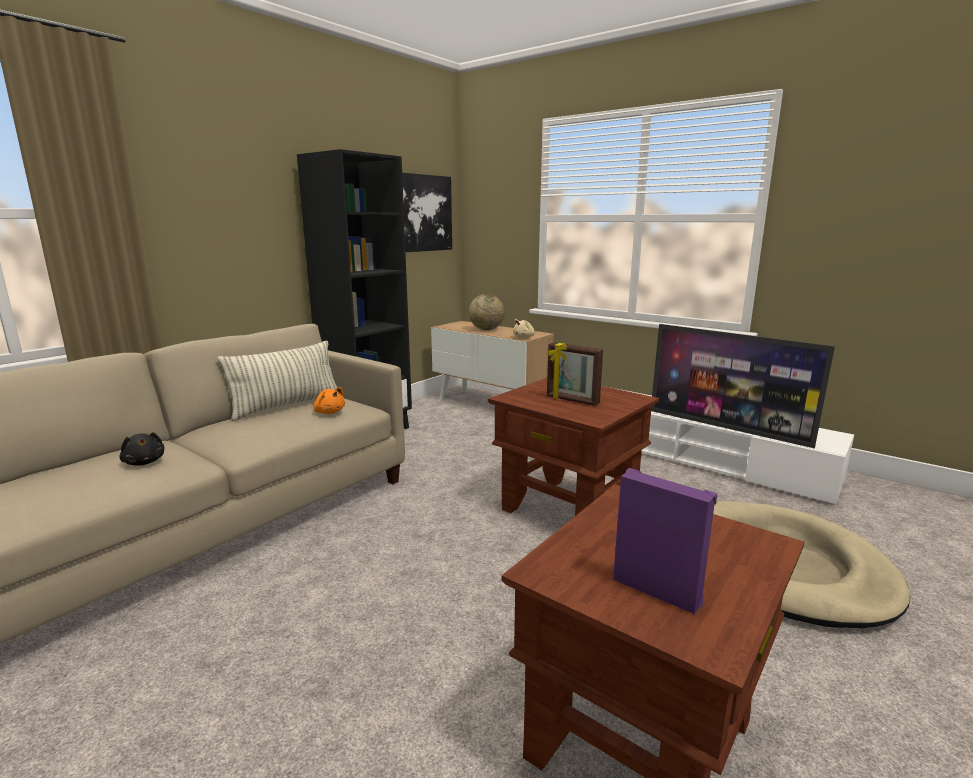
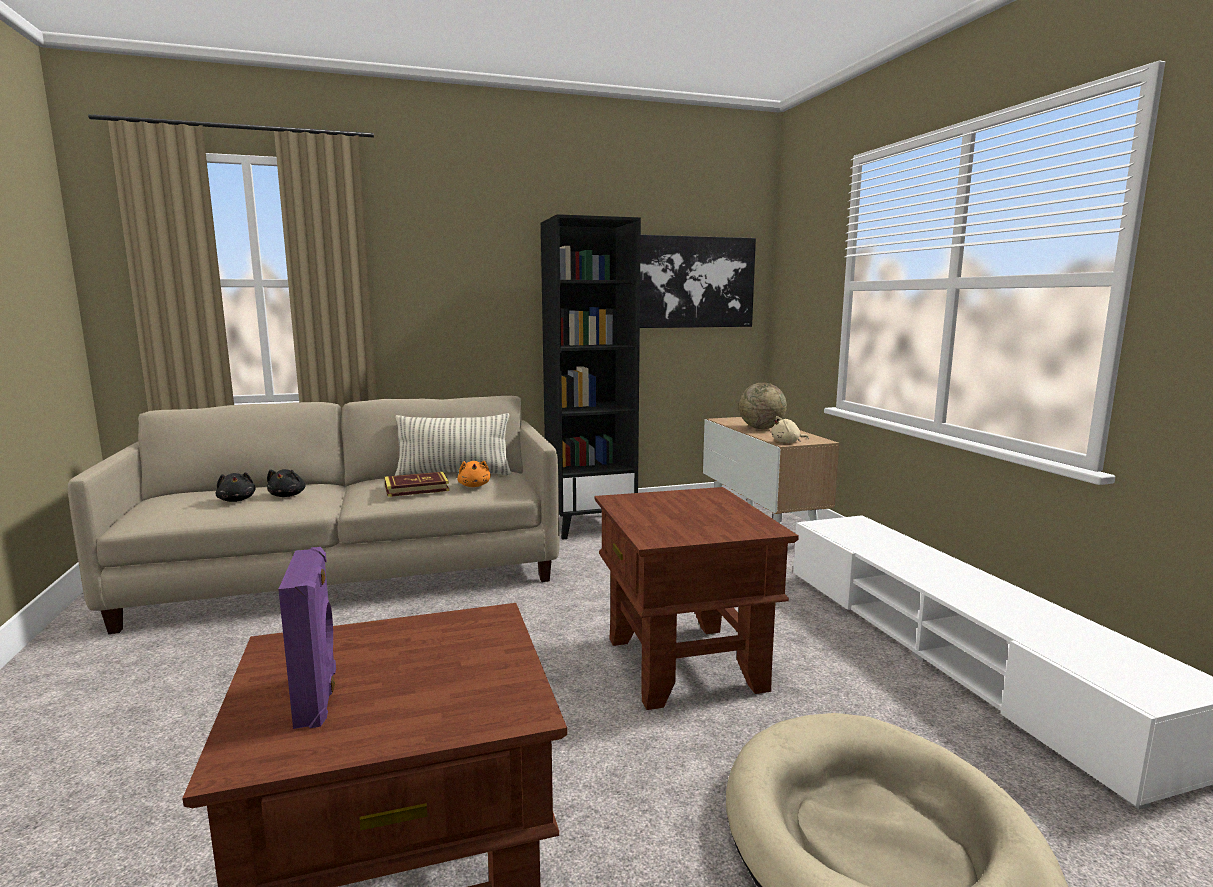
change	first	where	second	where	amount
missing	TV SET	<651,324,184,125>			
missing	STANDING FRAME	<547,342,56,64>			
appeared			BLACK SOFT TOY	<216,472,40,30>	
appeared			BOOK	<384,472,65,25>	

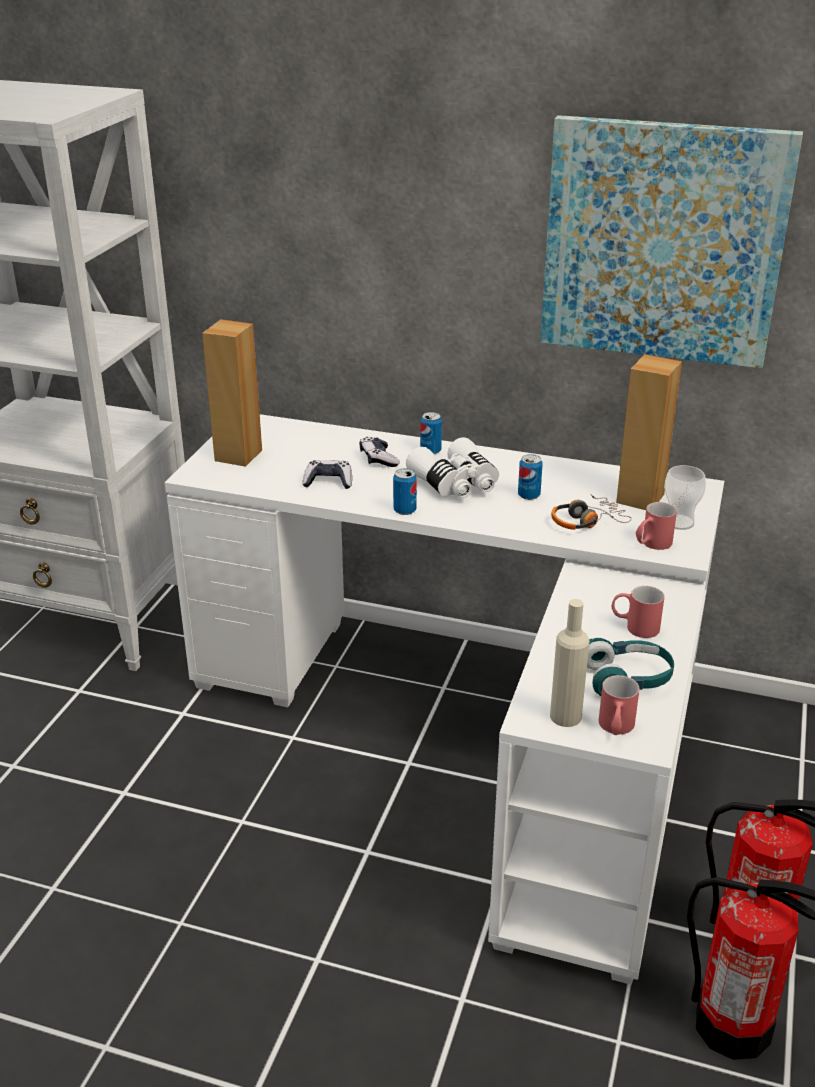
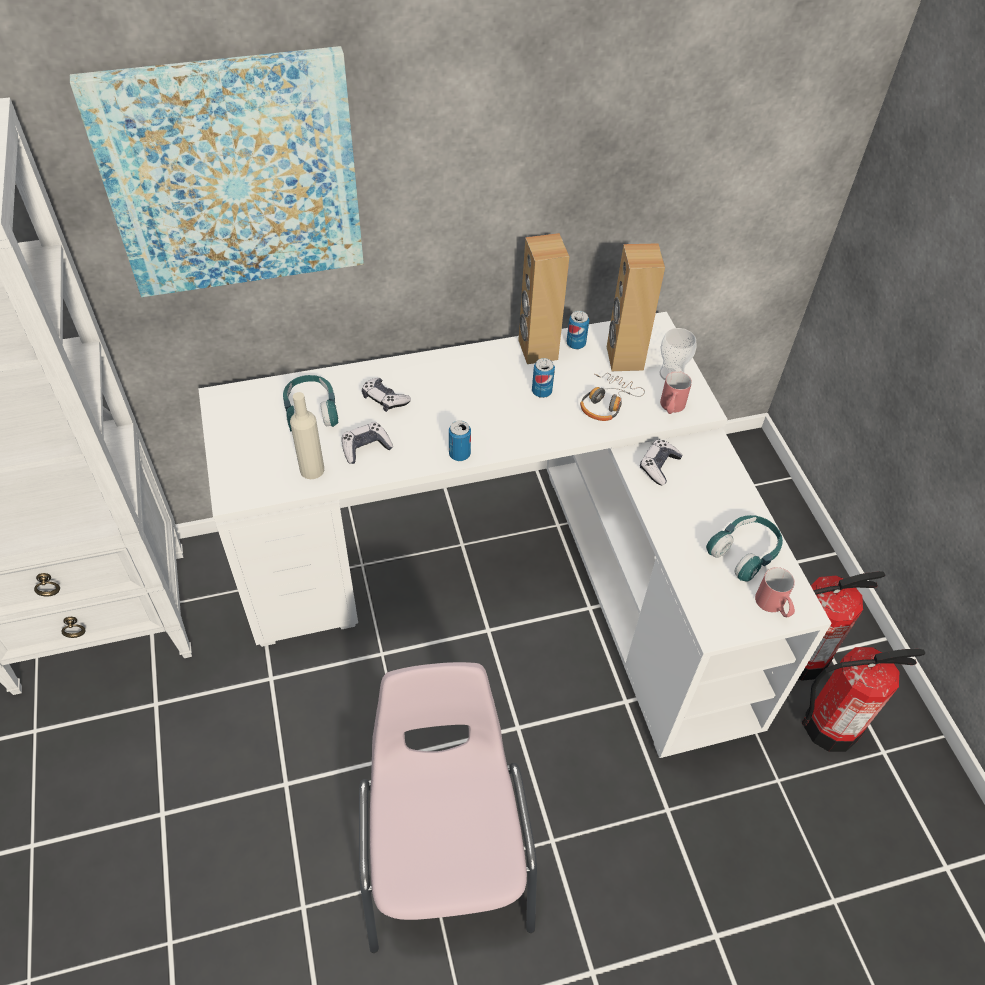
change	first	where	second	where	amount
relocated	WALL ART	<540,115,263,253>		<70,46,294,251>	
relocated	BROWN-COLOURED LOUDSPEAKER	<202,319,60,148>		<518,233,52,131>	
relocated	METAL CAN	<420,412,22,42>		<566,311,23,38>	
missing	WHITE-COLOURED FIELD GLASSES	<406,437,93,61>			
missing	RED-COLOURED TEA MUG	<612,586,53,52>			
relocated	SAND-COLOURED BEVERAGE BOTTLE	<550,599,39,128>		<290,392,34,87>	
appeared			TURQUOISE HEADPHONES	<283,375,56,57>	
appeared			JOYPAD	<640,440,43,45>	
appeared			PINK PLAIN CHAIR	<359,662,178,291>	

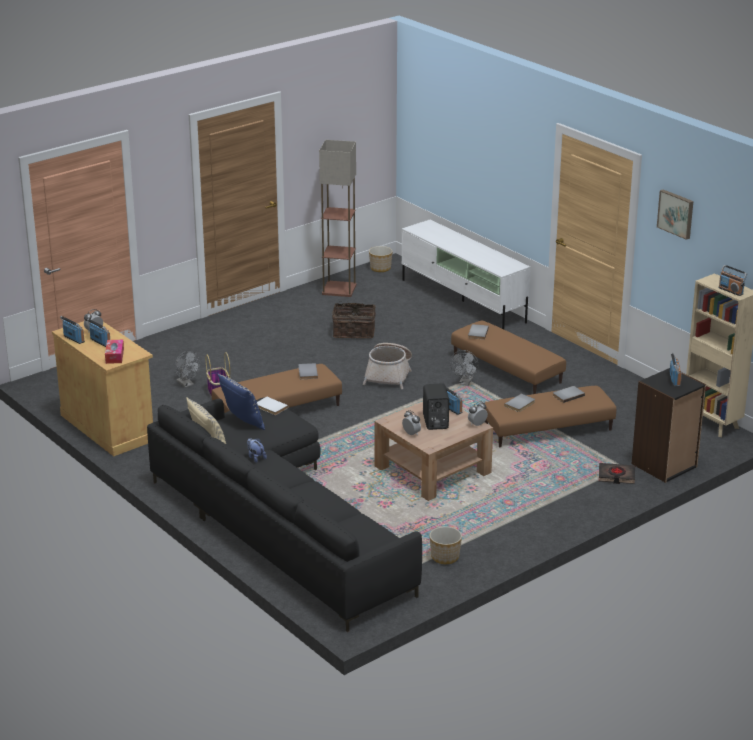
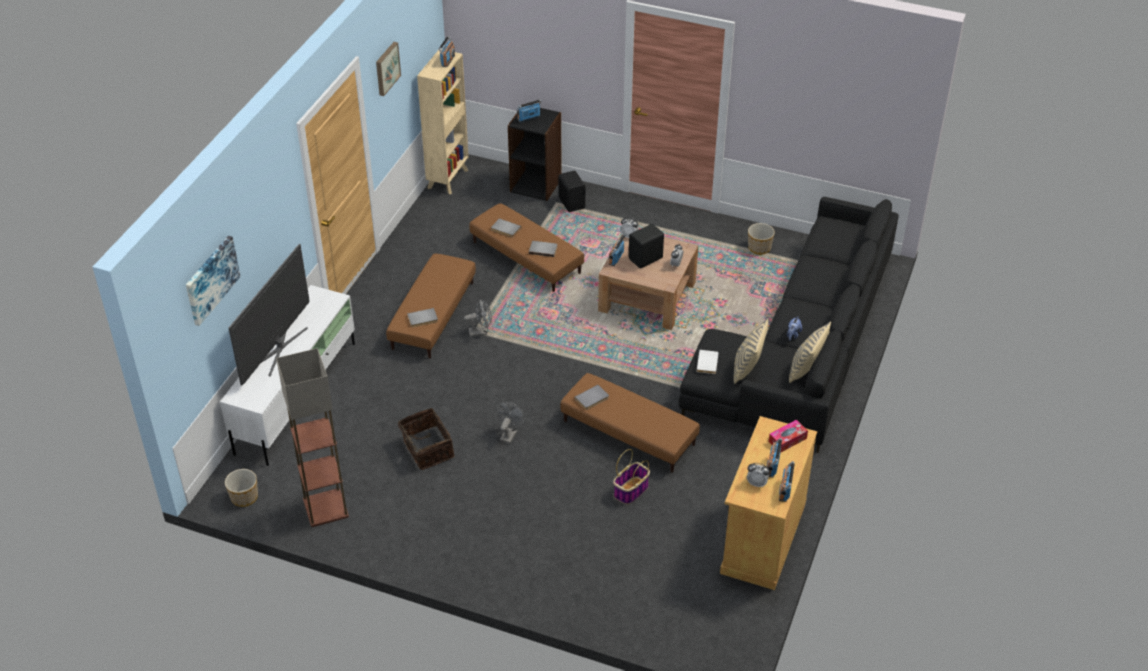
change	first	where	second	where	amount
missing	BASKET	<363,343,49,46>			
relocated	GRAY FAN	<175,351,25,37>		<496,402,30,42>	
colour	BLUE CUSHION	<217,373,48,57>	SAND-COLOURED CUSHION	<734,318,35,66>	
exchanged	BLACK BOOK	<599,463,36,21>	BLACK LOUDSPEAKER	<559,171,26,41>	
appeared			WALL ART	<186,236,54,90>	
appeared			TV SET	<228,244,82,141>	

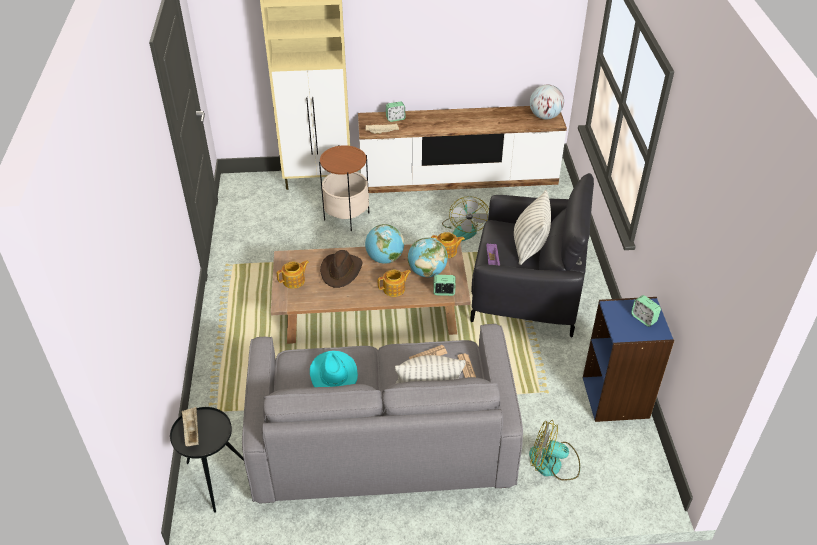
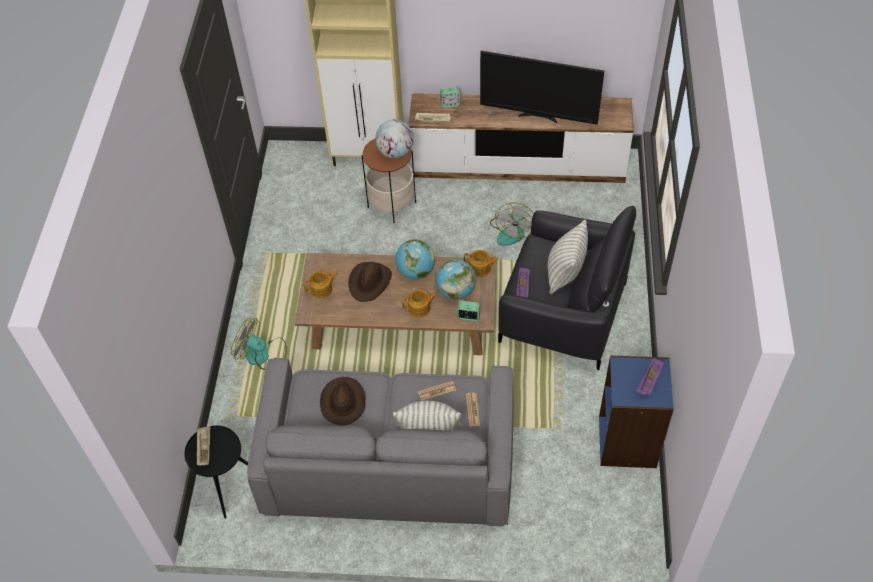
change	first	where	second	where	amount
relocated	DESK GLOBE	<530,85,34,34>		<375,120,39,38>	
exchanged	ALARM CLOCK	<631,295,30,32>	PURPLISH TRAY	<636,358,28,37>	
colour	TURQUOISE HAT	<310,351,48,36>	BROWN-COLOURED HAT	<320,377,45,49>	
relocated	FAN	<529,420,51,61>		<231,318,56,52>	
appeared			TV SET	<480,51,124,74>	

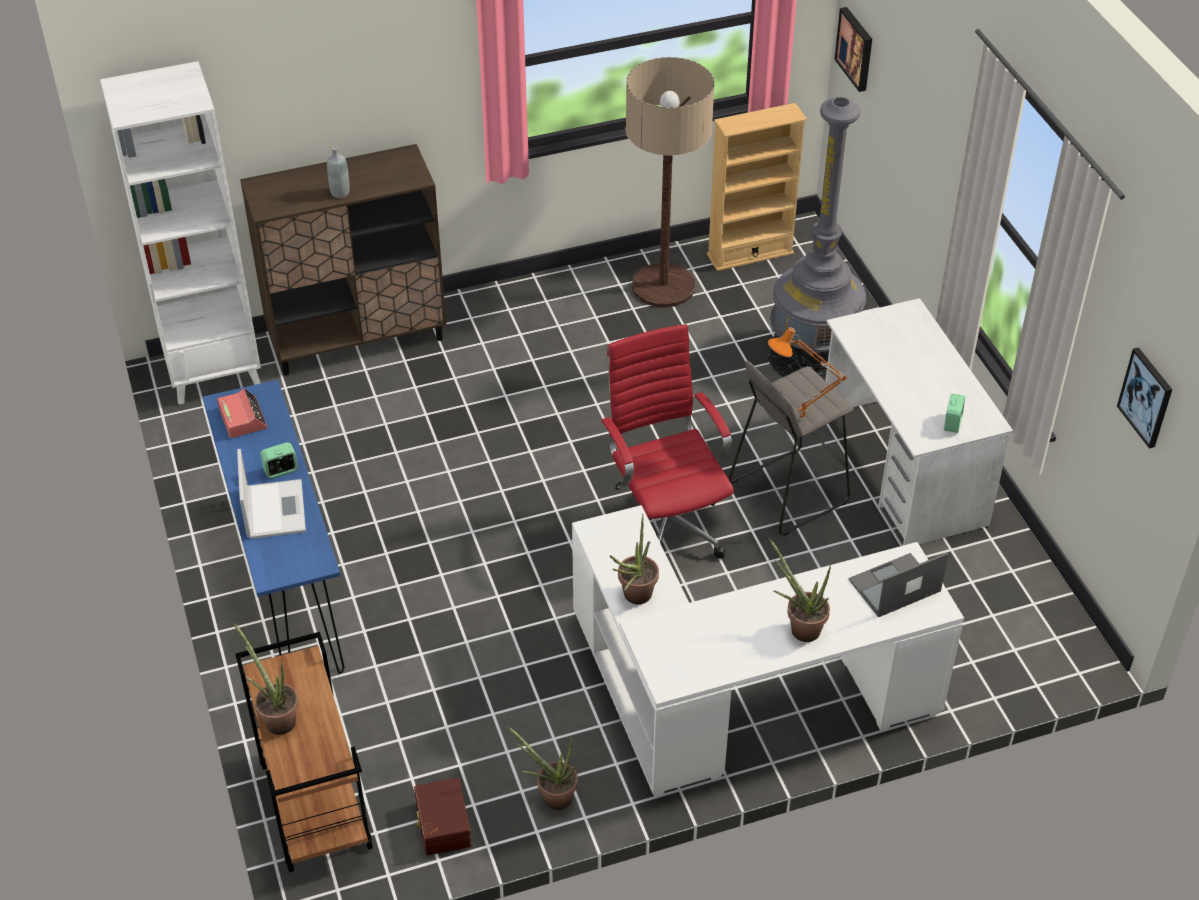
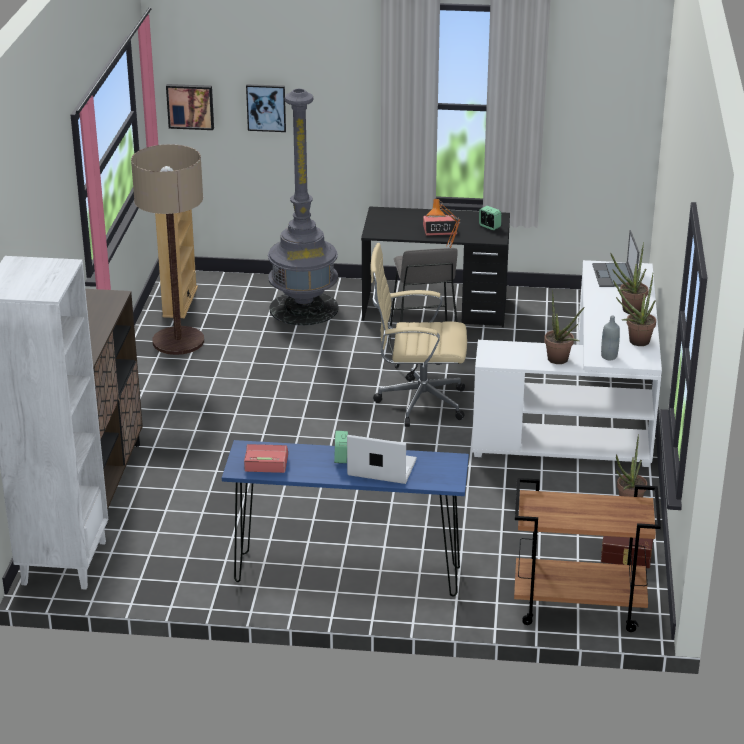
change	first	where	second	where	amount
relocated	GRAY BEVERAGE BOTTLE	<327,147,23,51>		<601,315,19,45>	
colour	WHITE-COLOURED DESK	<826,298,187,247>	BLACK DESK	<361,206,149,122>	
colour	RED-COLOURED COMPUTER CHAIR	<601,324,133,235>	SAND-COLOURED COMPUTER CHAIR	<371,243,96,184>	
relocated	WALL ART	<1117,347,55,101>		<246,84,40,48>	
relocated	PLANT IN A POT	<233,623,66,112>		<613,274,43,72>	
appeared			ALARM CLOCK	<423,215,34,21>	

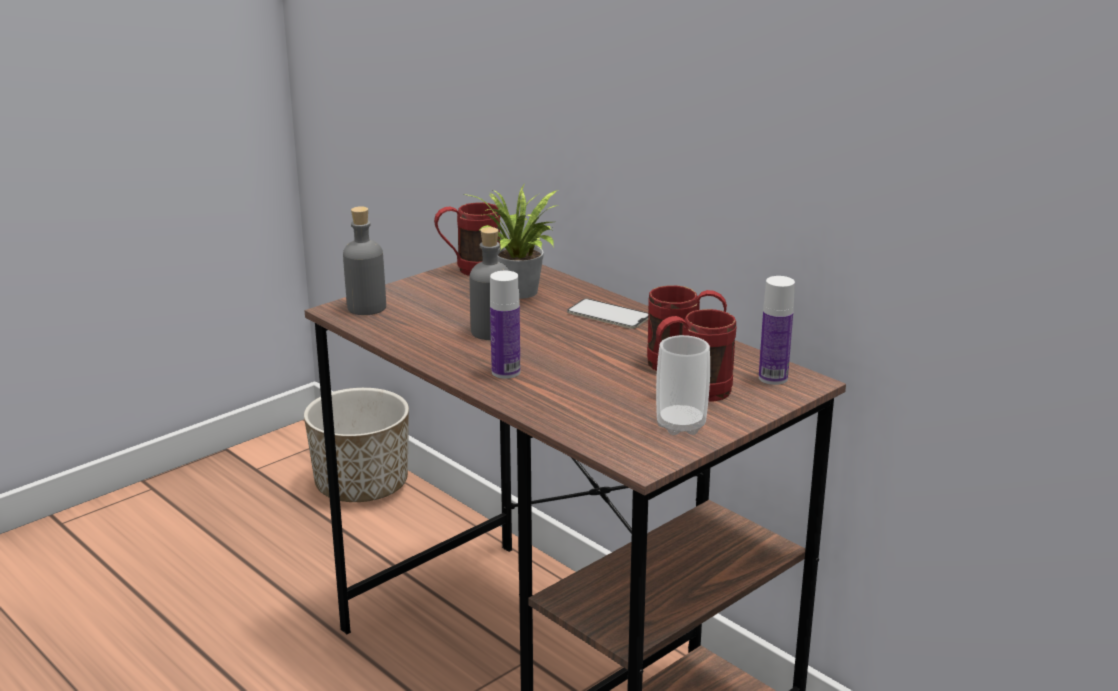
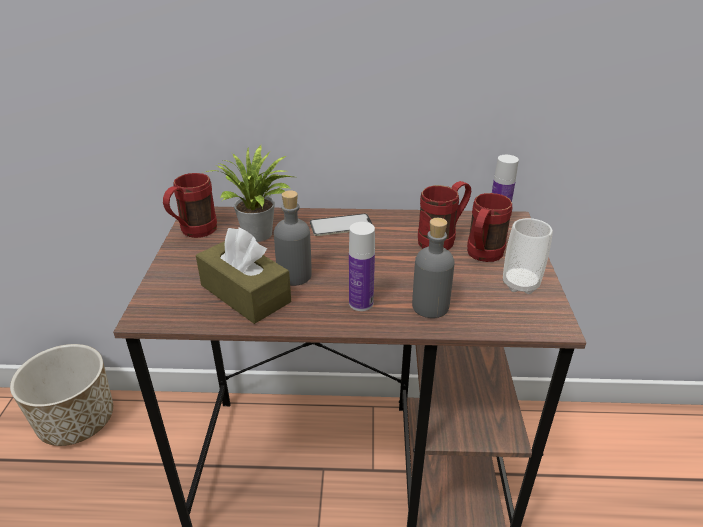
change	first	where	second	where	amount
relocated	GRAY BEVERAGE BOTTLE	<343,206,43,109>		<412,218,43,100>	
appeared			BROWN-COLOURED TISSUE BOX	<196,228,95,96>	

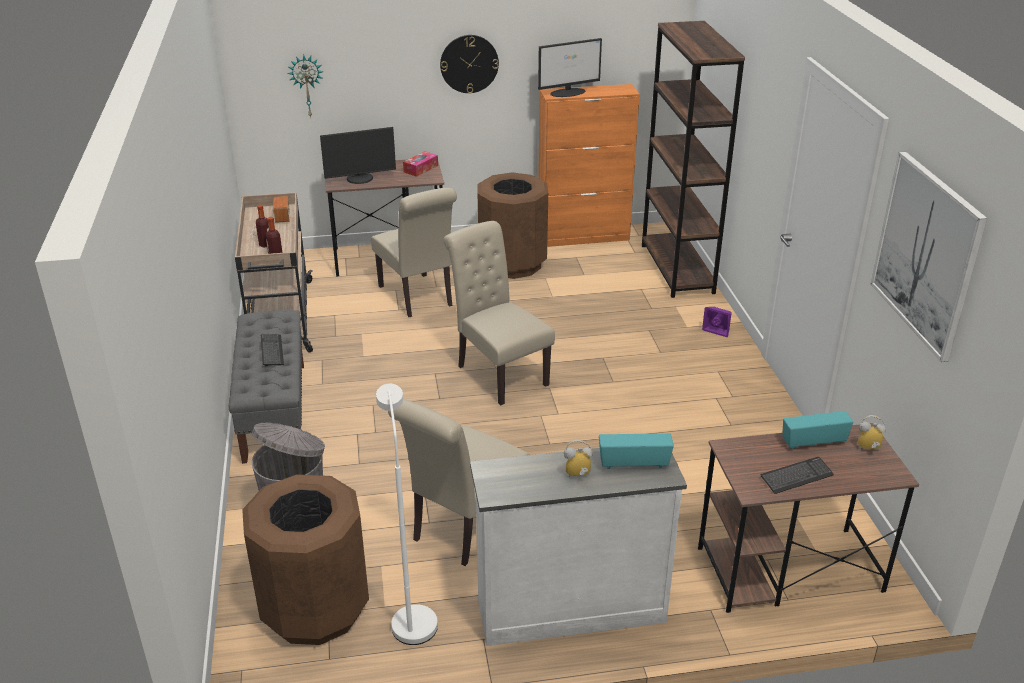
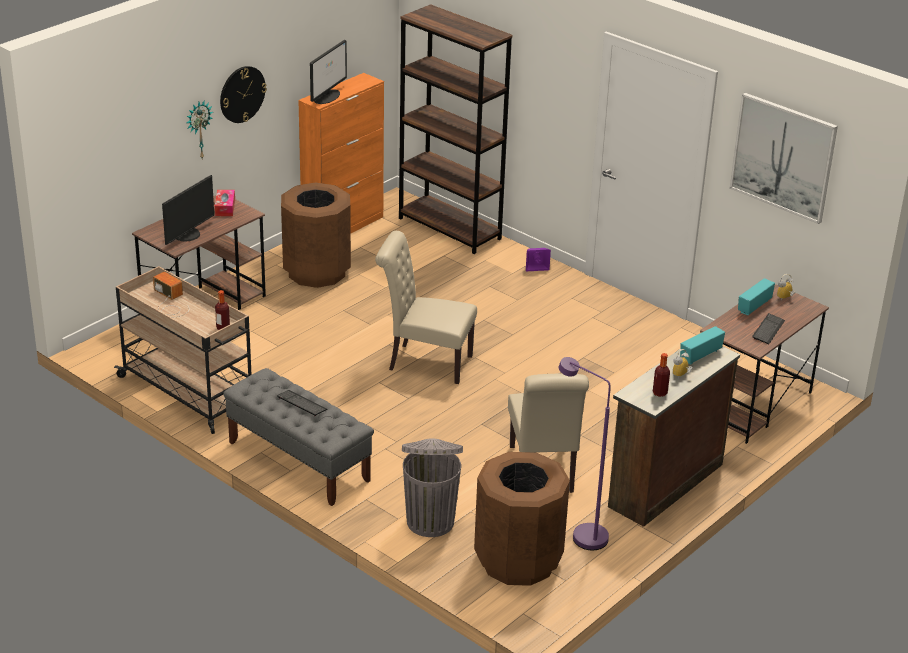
change	first	where	second	where	amount
relocated	CLOCK ON THE WALL	<287,55,37,63>		<186,101,27,58>	
missing	SAND-COLOURED PLAIN CHAIR	<371,188,86,129>			
relocated	BEVERAGE BOTTLE	<256,205,13,43>		<653,353,17,44>	
colour	WHITE-COLOURED STANDARD LAMP	<376,384,62,261>	PURPLISH STANDARD LAMP	<559,357,52,193>	
colour	WHITE-COLOURED DRAWER CHEST	<470,448,217,198>	BROWN-COLOURED DRAWER CHEST	<608,346,132,181>	

